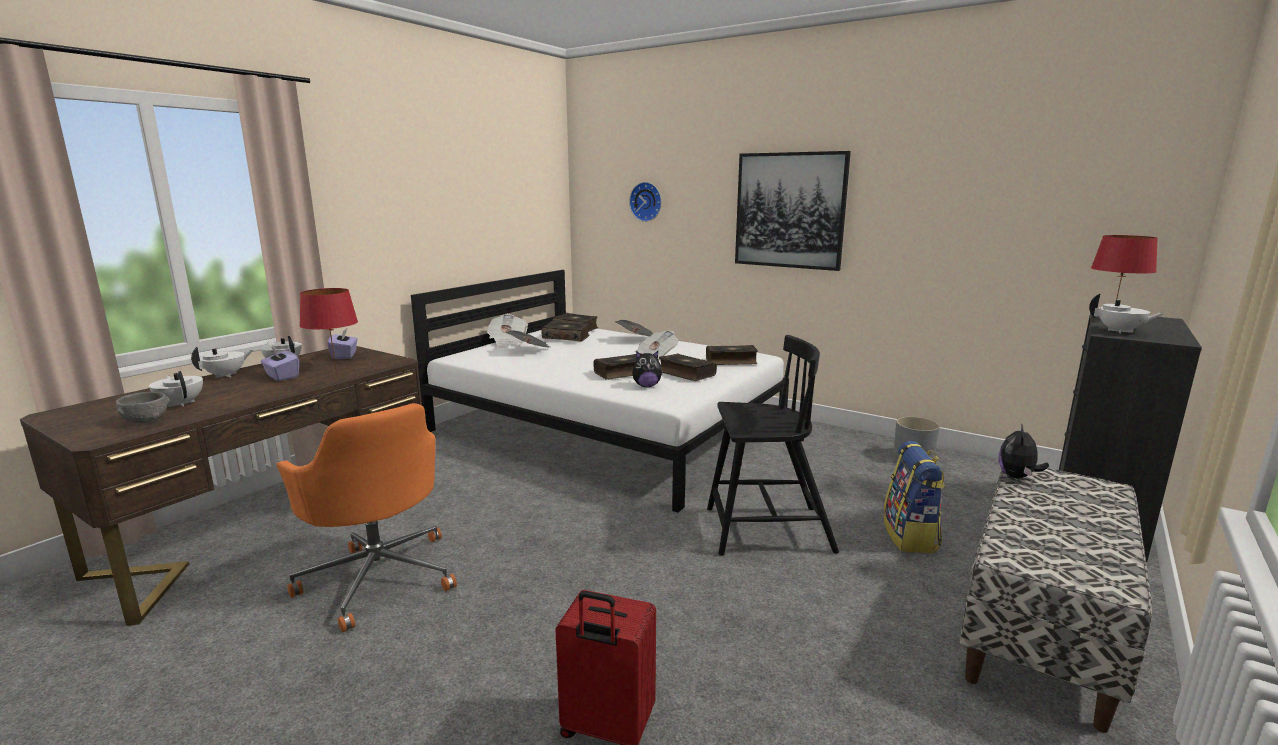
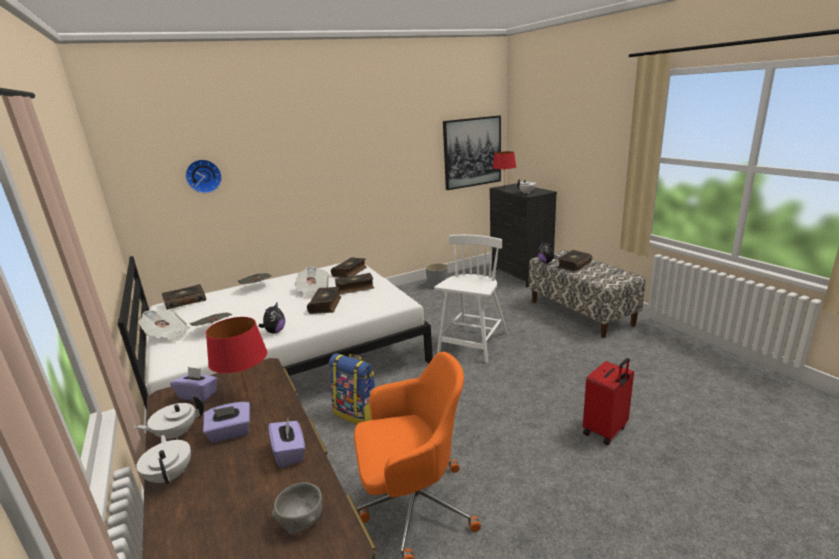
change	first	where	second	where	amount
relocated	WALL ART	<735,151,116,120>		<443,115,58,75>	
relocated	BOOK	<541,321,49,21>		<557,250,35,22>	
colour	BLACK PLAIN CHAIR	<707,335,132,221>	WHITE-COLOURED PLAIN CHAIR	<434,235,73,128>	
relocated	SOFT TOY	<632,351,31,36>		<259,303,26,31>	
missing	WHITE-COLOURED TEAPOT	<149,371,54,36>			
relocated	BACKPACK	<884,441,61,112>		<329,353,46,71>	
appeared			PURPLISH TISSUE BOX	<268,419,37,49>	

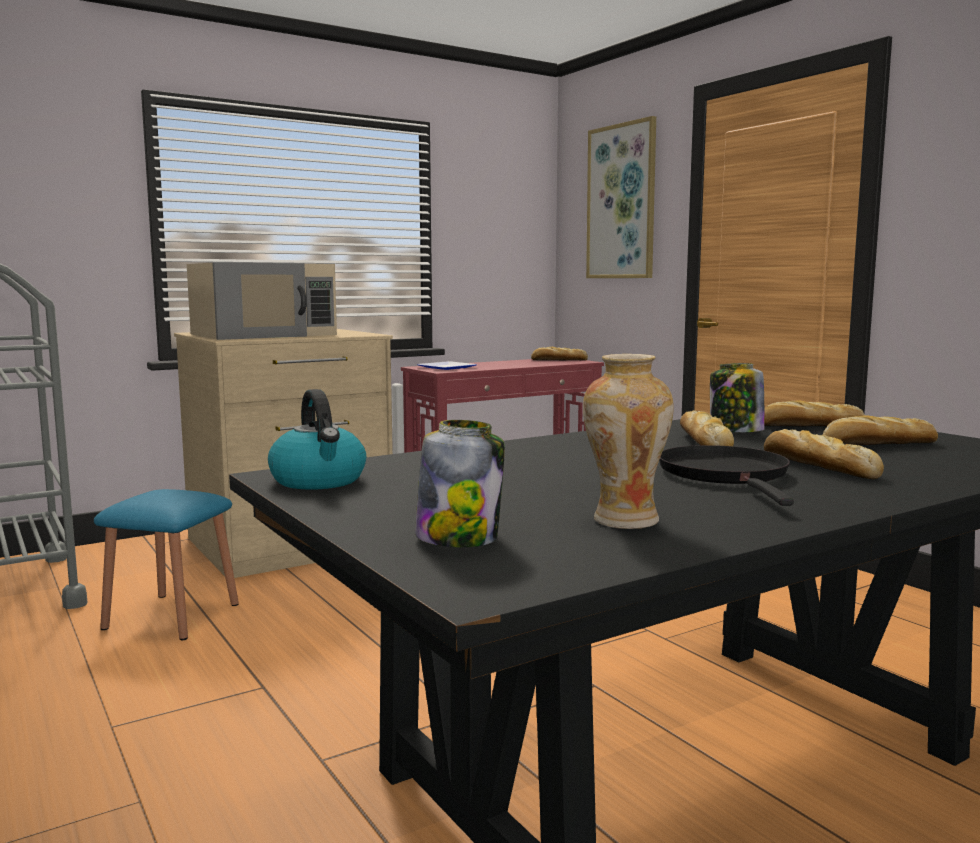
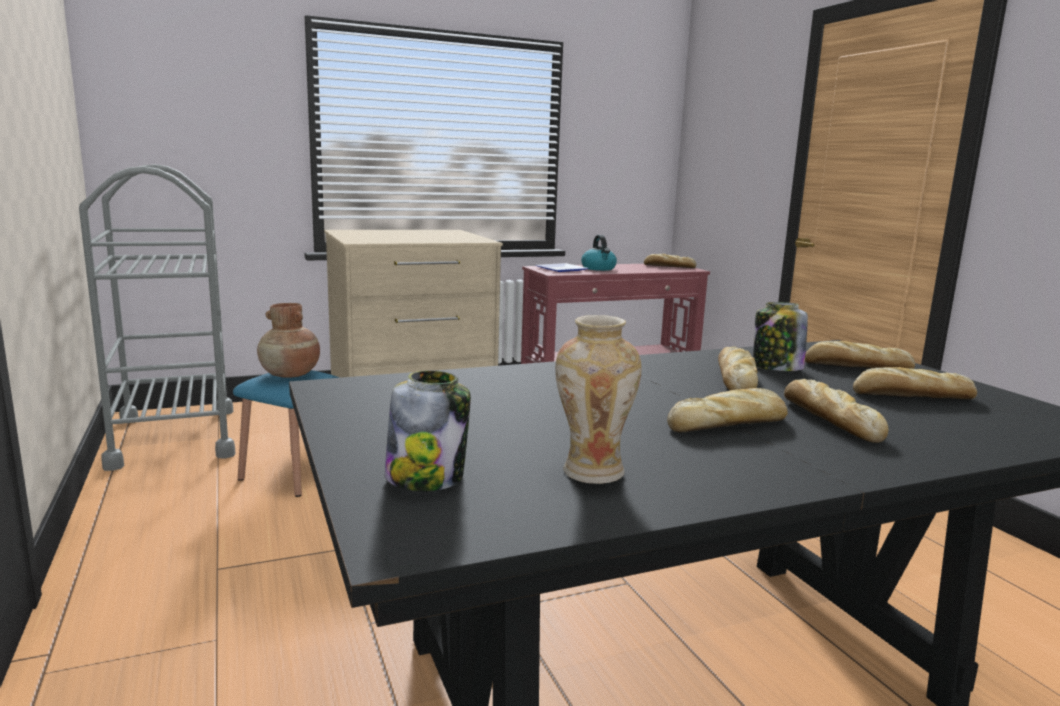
change	first	where	second	where	amount
missing	WALL ART	<586,116,70,162>			
missing	SAND-COLOURED MICROWAVE	<187,262,150,78>			
relocated	KETTLE	<268,389,98,101>		<581,235,36,36>	
exchanged	BLACK PAN	<659,445,135,61>	BAKED BREAD	<667,388,121,45>	
appeared			BROWN-COLOURED DECORATIVE VASE	<257,303,63,75>	

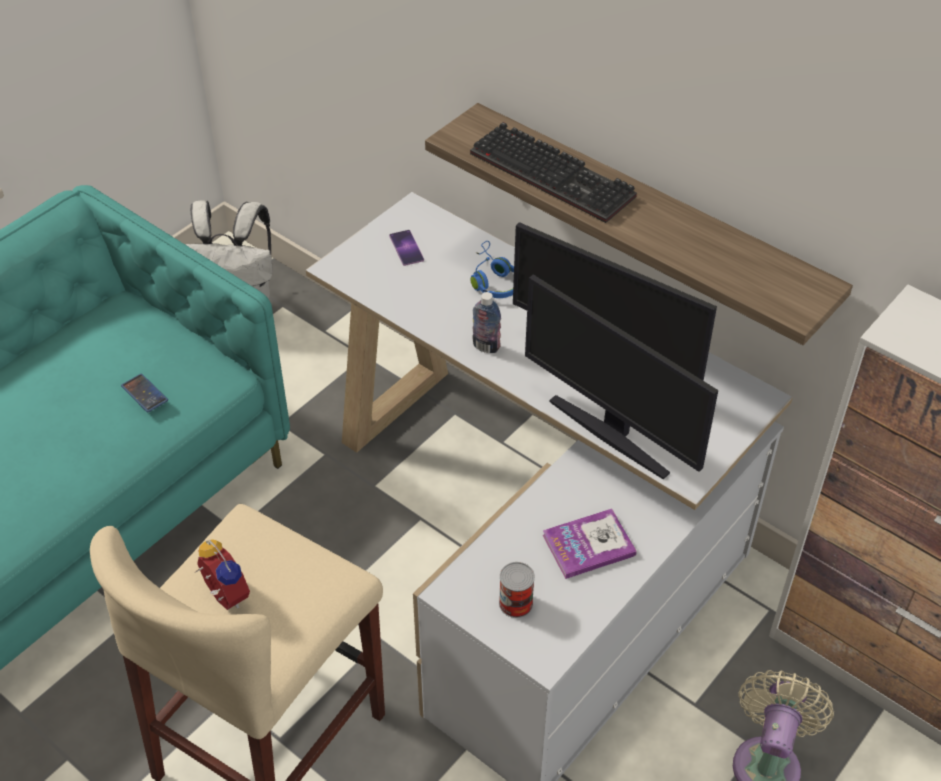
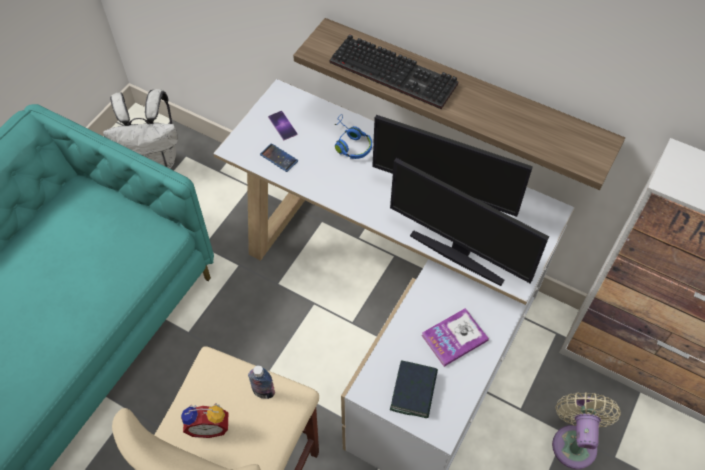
change	first	where	second	where	amount
relocated	BEVERAGE BOTTLE	<472,292,29,61>		<248,365,27,34>	
relocated	TELEPHONE	<121,374,47,38>		<260,143,38,29>	
spun	ALARM CLOCK	<196,539,54,71>		<181,403,48,35>	135 degrees clockwise
exchanged	METAL CAN	<499,562,36,56>	BOOK	<390,360,48,58>	

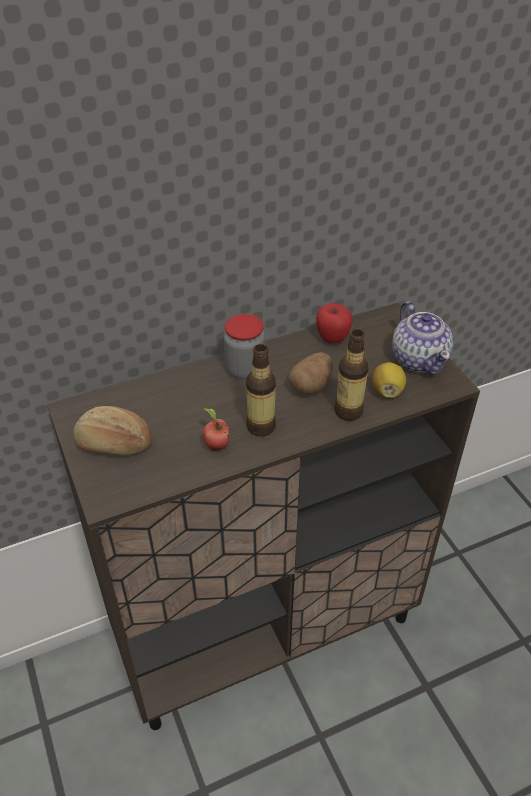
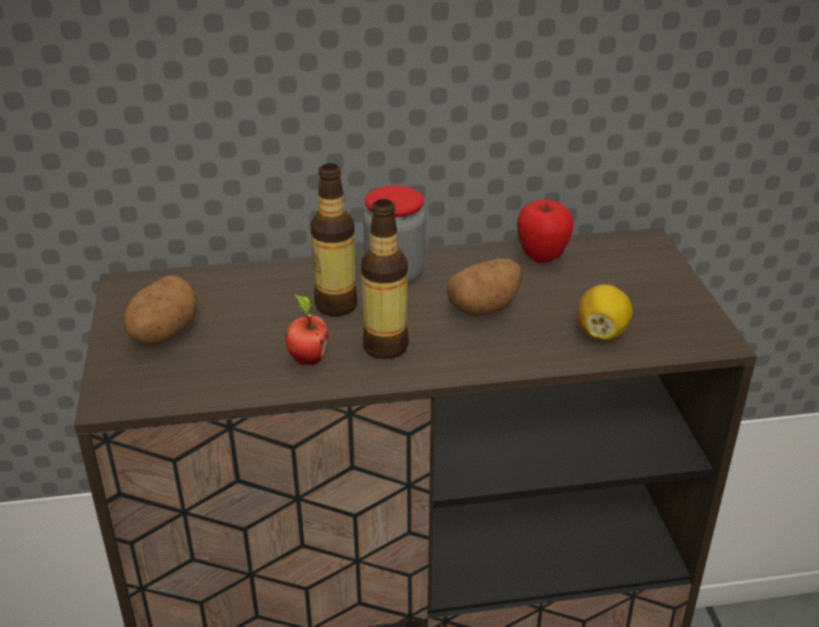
change	first	where	second	where	amount
missing	TEAPOT	<392,301,61,73>			
relocated	BEVERAGE BOTTLE	<335,329,34,92>		<310,163,48,153>	
exchanged	BAKED BREAD	<73,406,79,49>	SPUD	<124,275,73,70>	

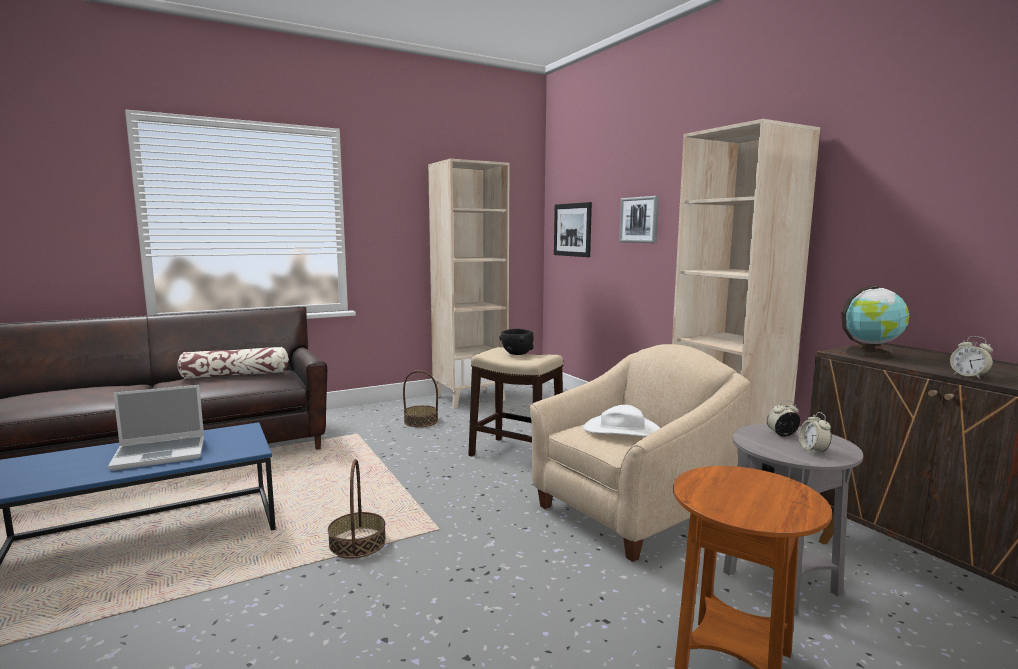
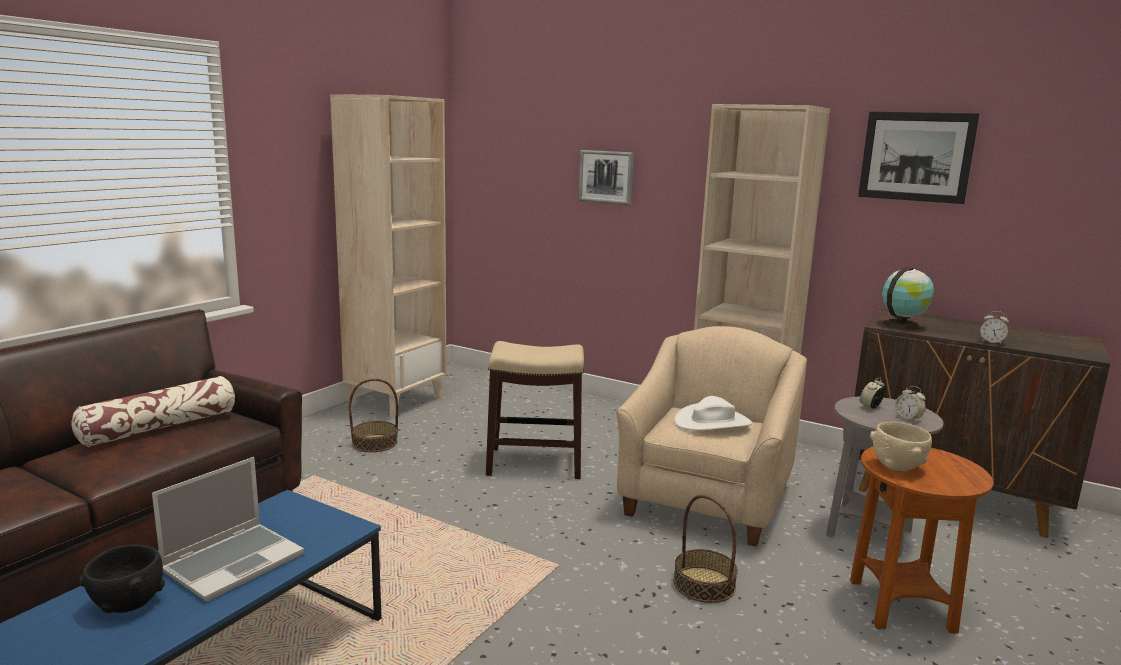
change	first	where	second	where	amount
relocated	WALL ART	<554,202,38,55>		<858,111,121,93>	
relocated	BLACK SERVING BOWL	<500,329,34,26>		<79,544,86,69>	
relocated	BASKET	<328,459,58,100>		<673,495,65,108>	
appeared			SAND-COLOURED SERVING BOWL	<870,422,62,49>	

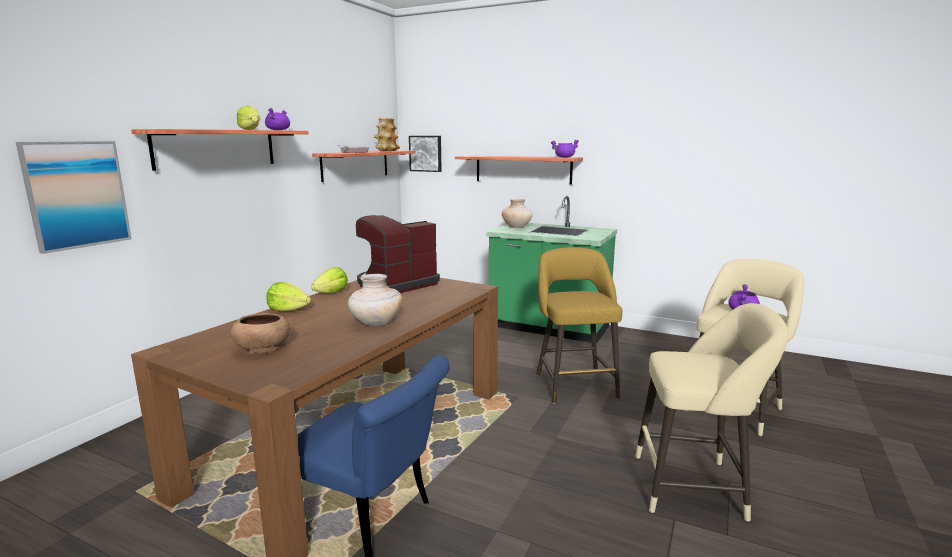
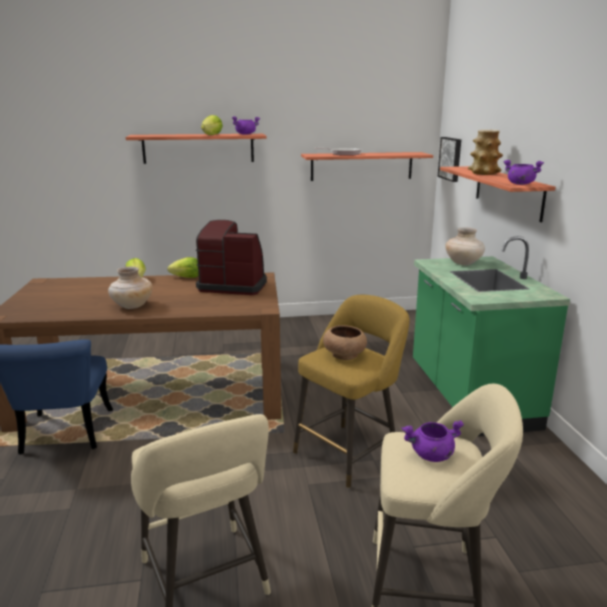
change	first	where	second	where	amount
relocated	DECORATIVE VASE	<374,118,26,33>		<468,130,35,45>	
missing	WALL ART	<16,141,116,113>			
relocated	BROWN-COLOURED SERVING BOWL	<230,313,60,42>		<323,325,44,35>	

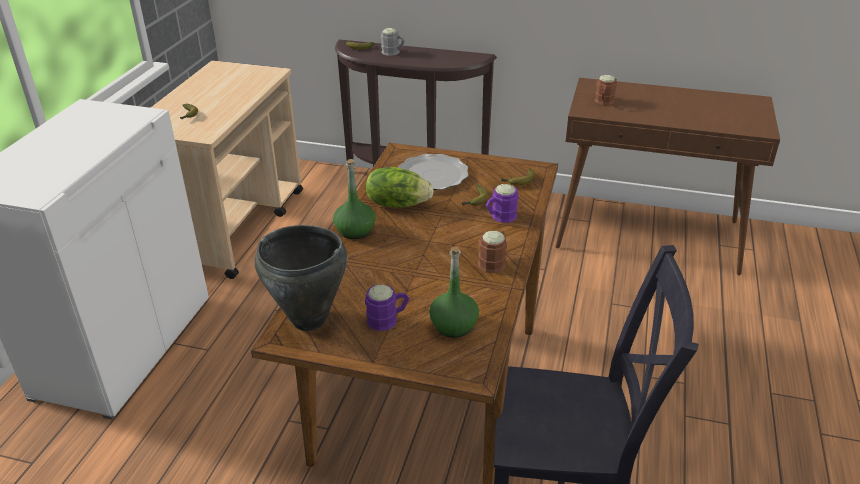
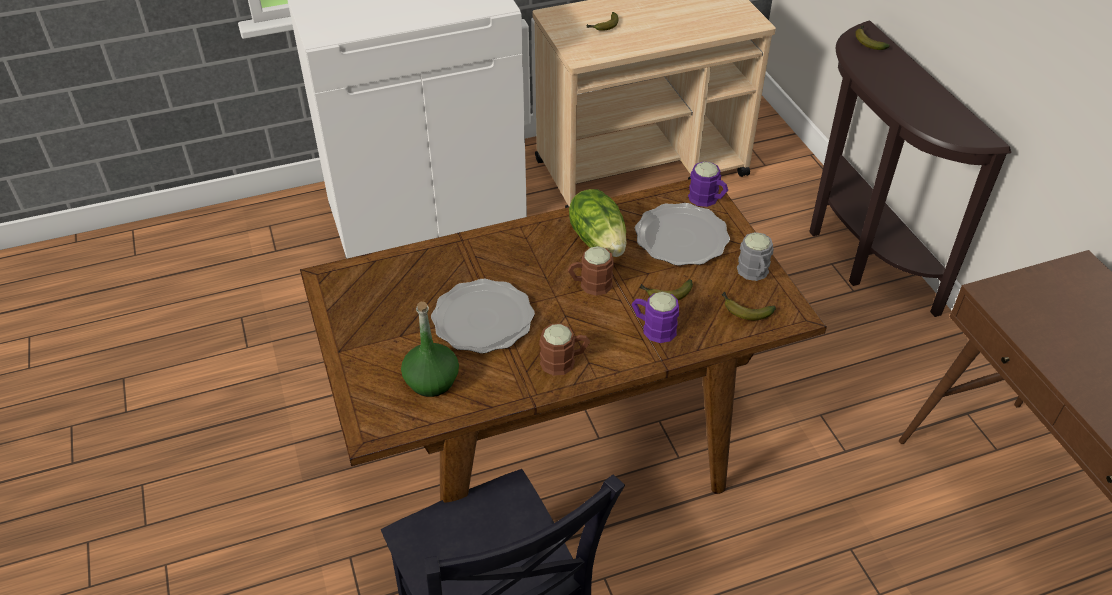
change	first	where	second	where	amount
relocated	GRAY TEA MUG	<381,28,24,28>		<737,232,37,49>	
relocated	BROWN-COLOURED TEA MUG	<594,75,23,30>		<568,246,45,50>	
missing	GREEN BEVERAGE BOTTLE	<333,159,43,80>			
missing	BLACK SAUCEPOT	<255,225,93,106>			
relocated	PURPLISH TEA MUG	<365,284,44,47>		<688,162,40,45>	
appeared			DINNER PLATE	<431,279,104,75>	

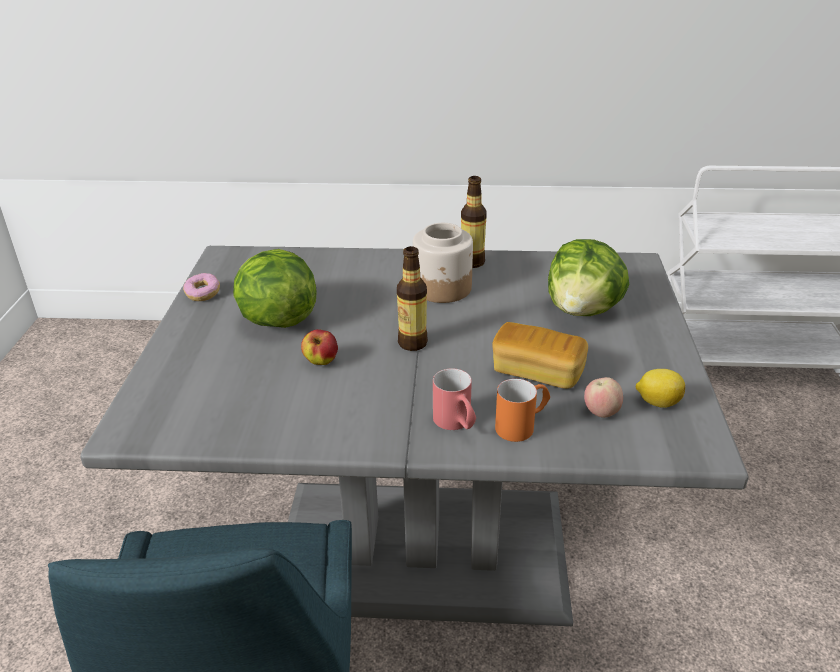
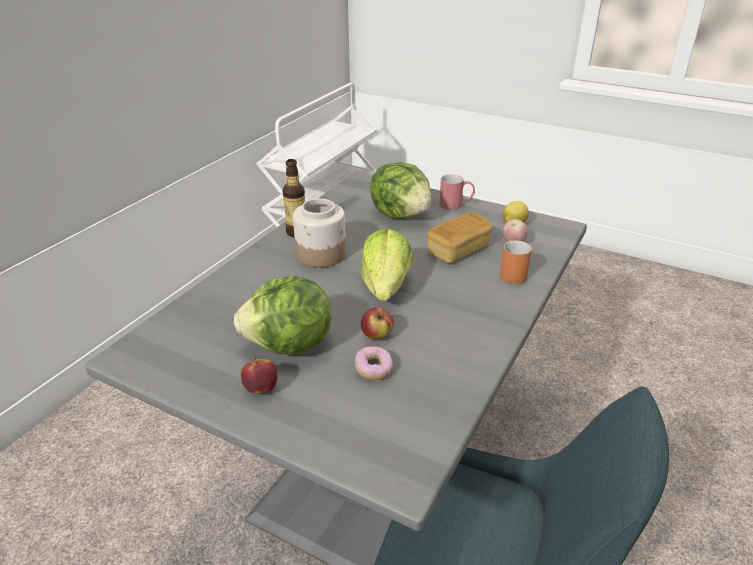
change	first	where	second	where	amount
exchanged	BEVERAGE BOTTLE	<397,246,31,105>	LETTUCE	<361,228,52,73>	
relocated	DOUGHNUT	<183,273,37,28>		<355,346,38,34>	
relocated	RED-COLOURED TEA MUG	<433,368,43,62>		<439,174,36,36>	
appeared			APPLE FRUIT	<241,357,36,37>	

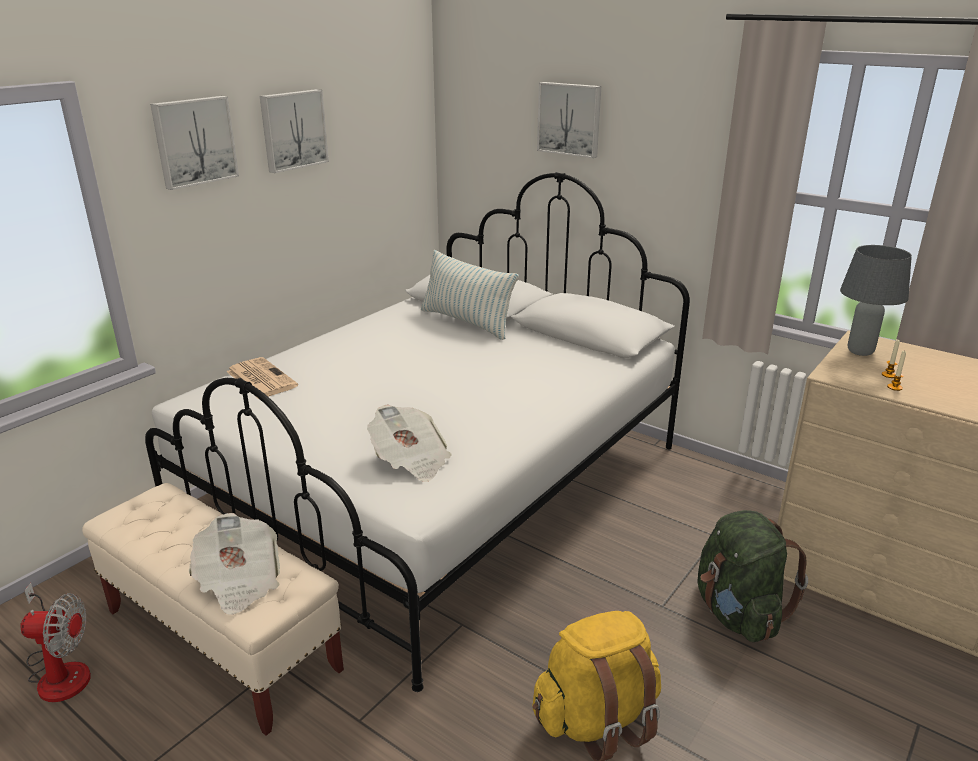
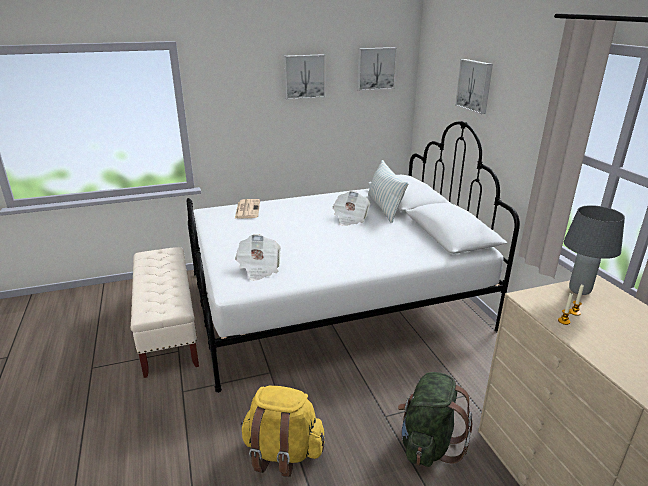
change	first	where	second	where	amount
relocated	WALL ART	<150,96,89,94>		<357,47,40,44>	
relocated	DAILY PAPER	<188,513,92,102>		<333,191,37,35>	
missing	FAN	<20,583,71,119>			

